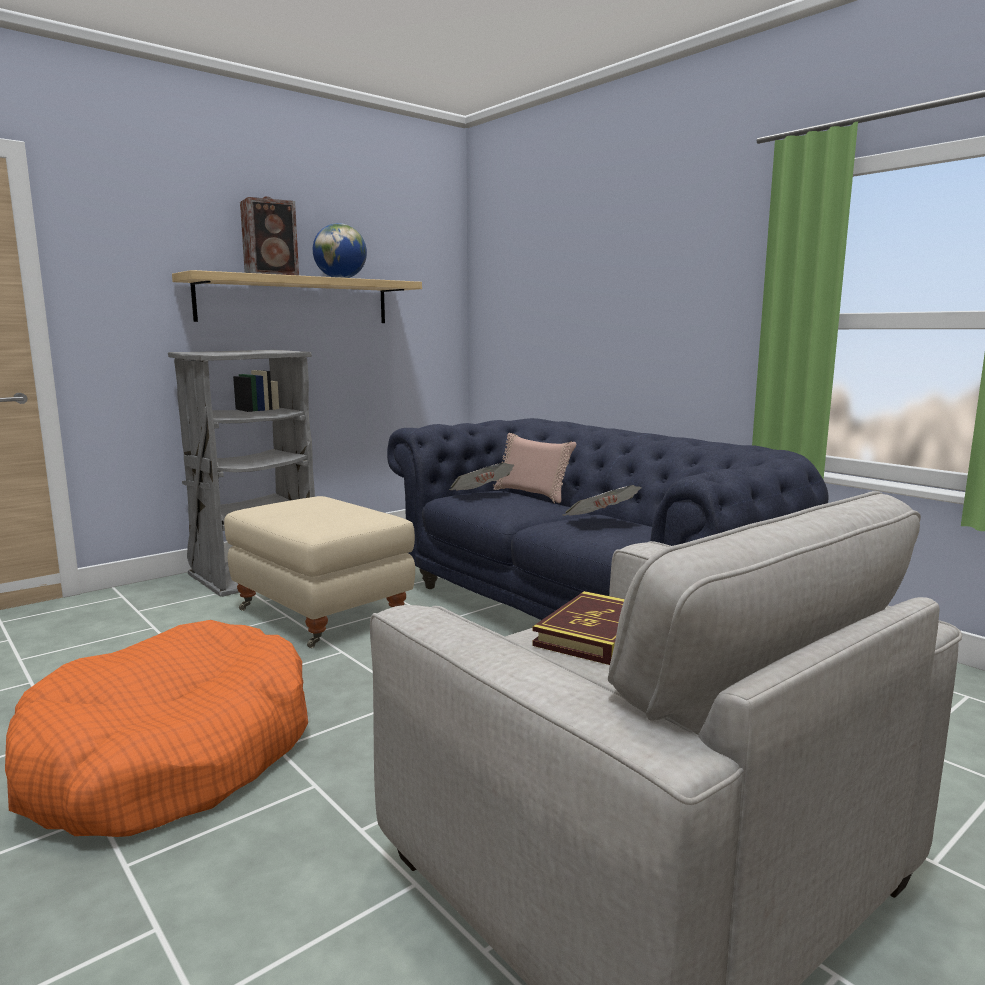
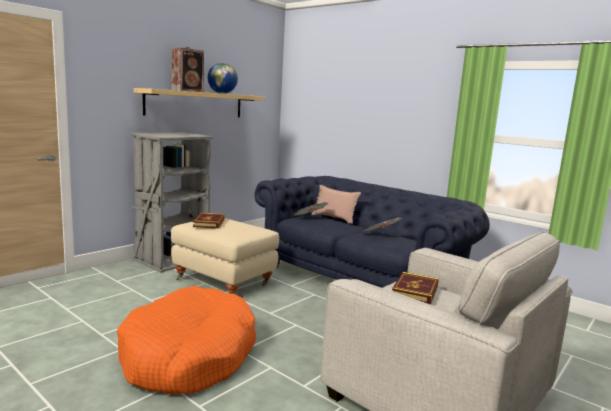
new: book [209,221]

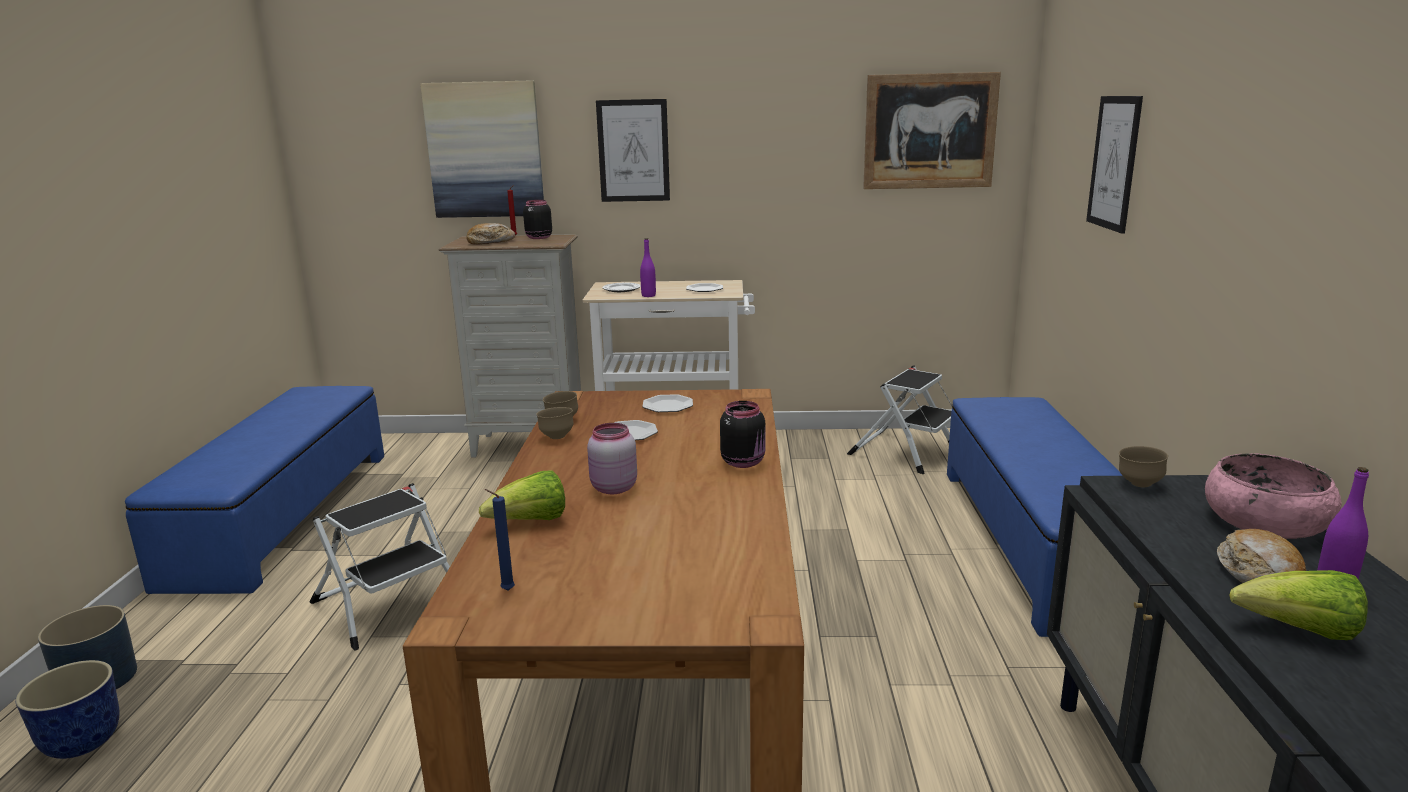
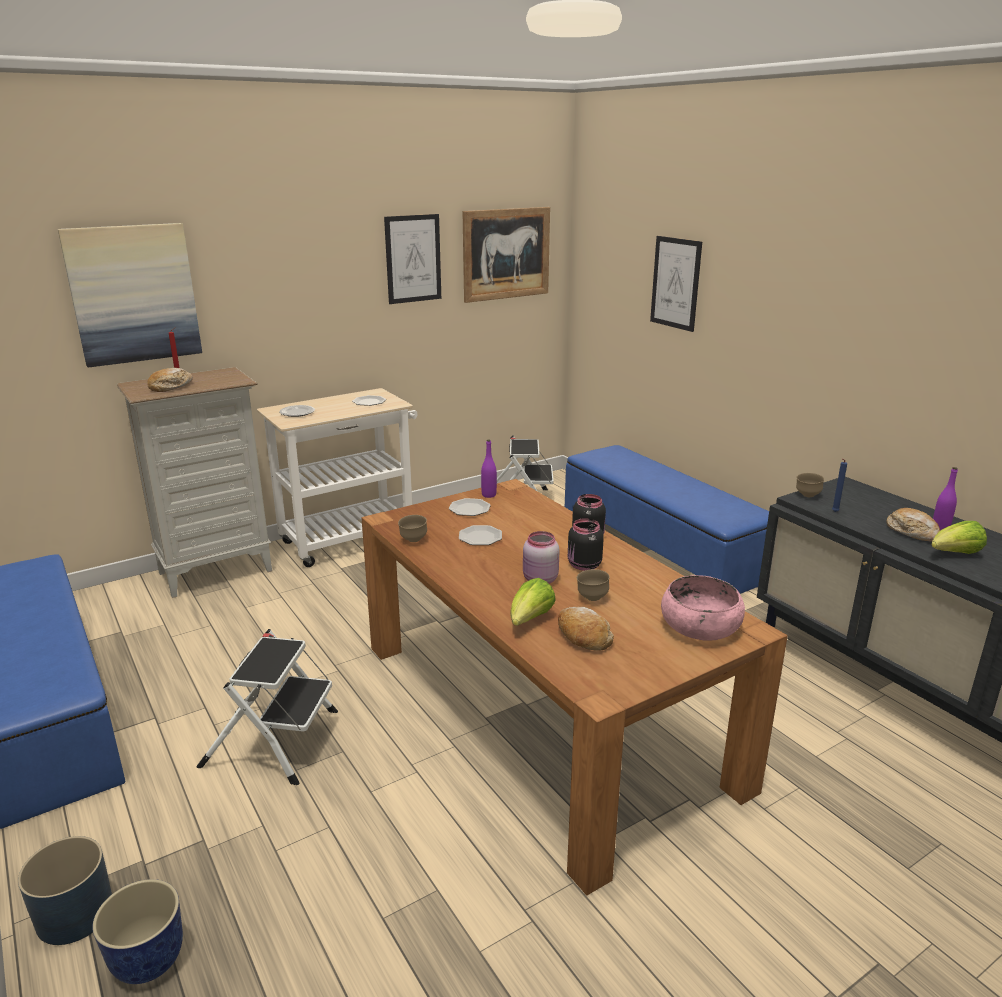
new: bread [586,629]
shifted: blue_candle [499,539] to [839,485]; black_jar [537,219] to [586,544]; brown_bowl [555,423] to [593,585]; picture [633,150] to [412,259]; purple_bottle [648,267] to [489,468]; pink_bowl [1273,496] to [703,608]

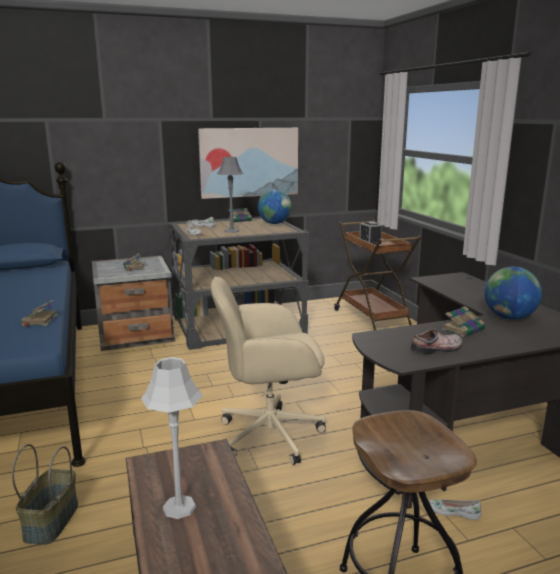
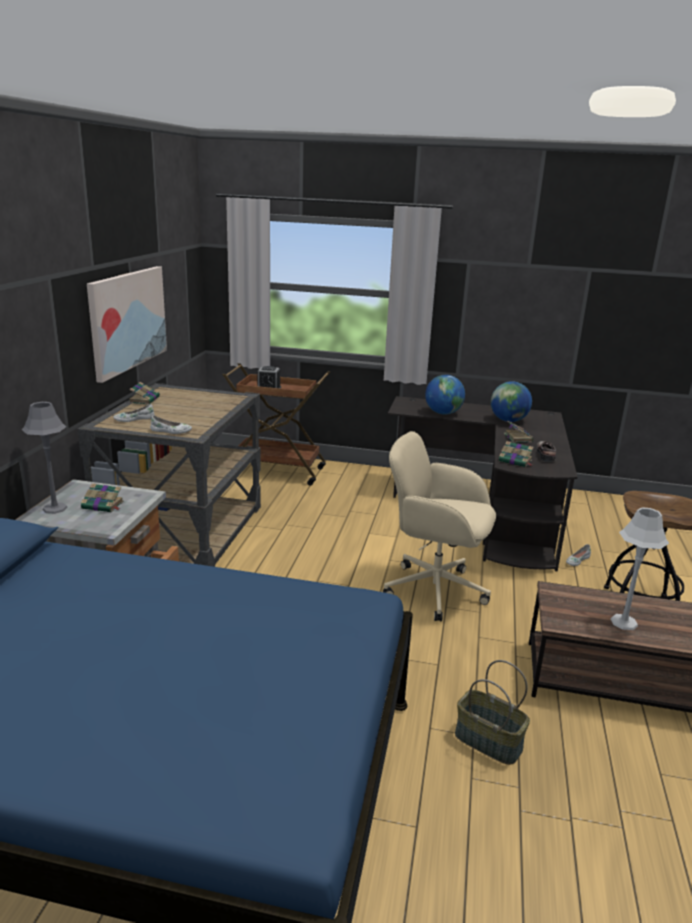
shifted: book [39,313] to [516,454]; grey_table_lamp [230,195] to [44,458]; globe [275,206] to [445,395]
rotated: beige_office_chair [268,370] = [439,526] 90 degrees clockwise

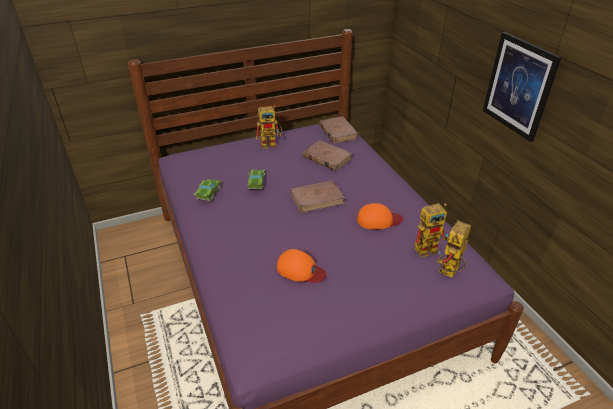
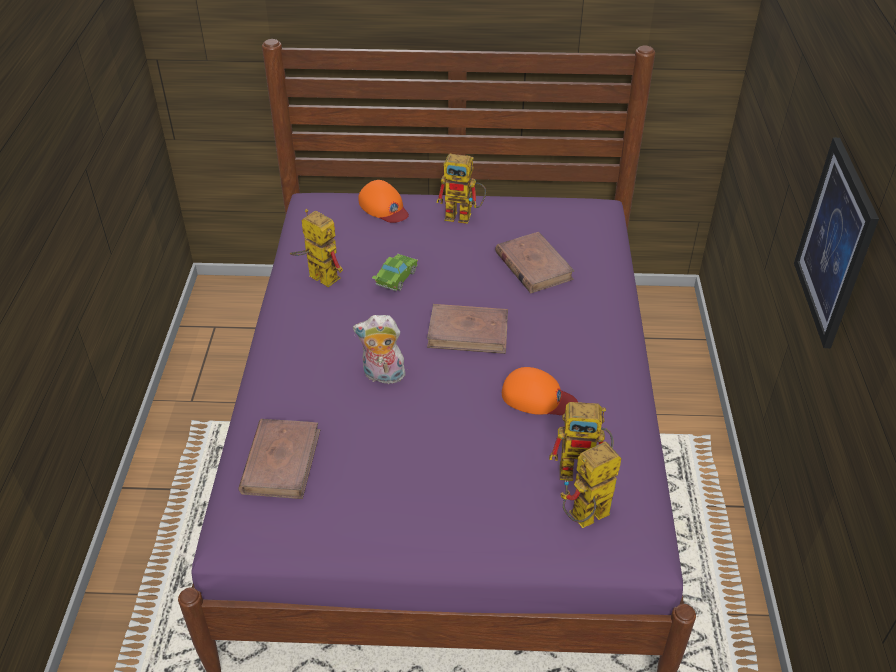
new: plush_toy [380,351]
shifted: orange_cap [301,266] to [383,201]; brown_book [338,130] to [279,459]
swapped: green_toy_car [207,190] to toy_robot [316,248]

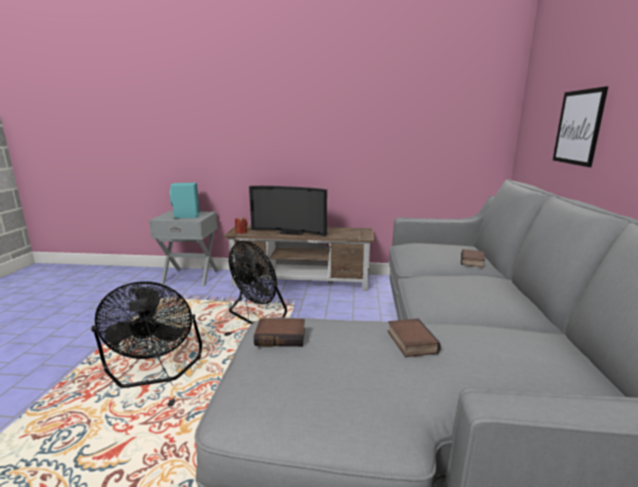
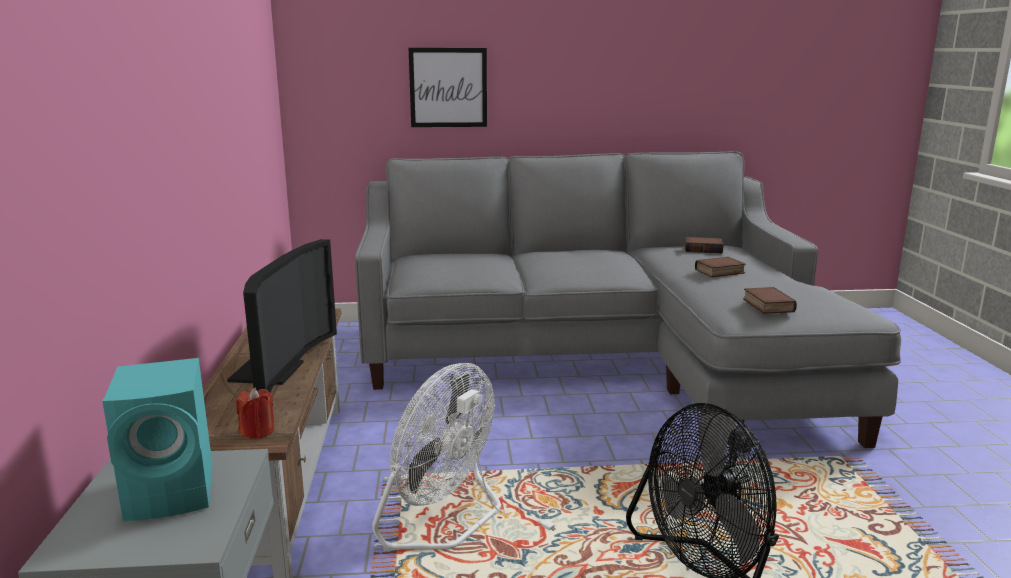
shifted: book [473,258] to [704,245]
repainted: black_fan [255,288] to white_fan [464,457]

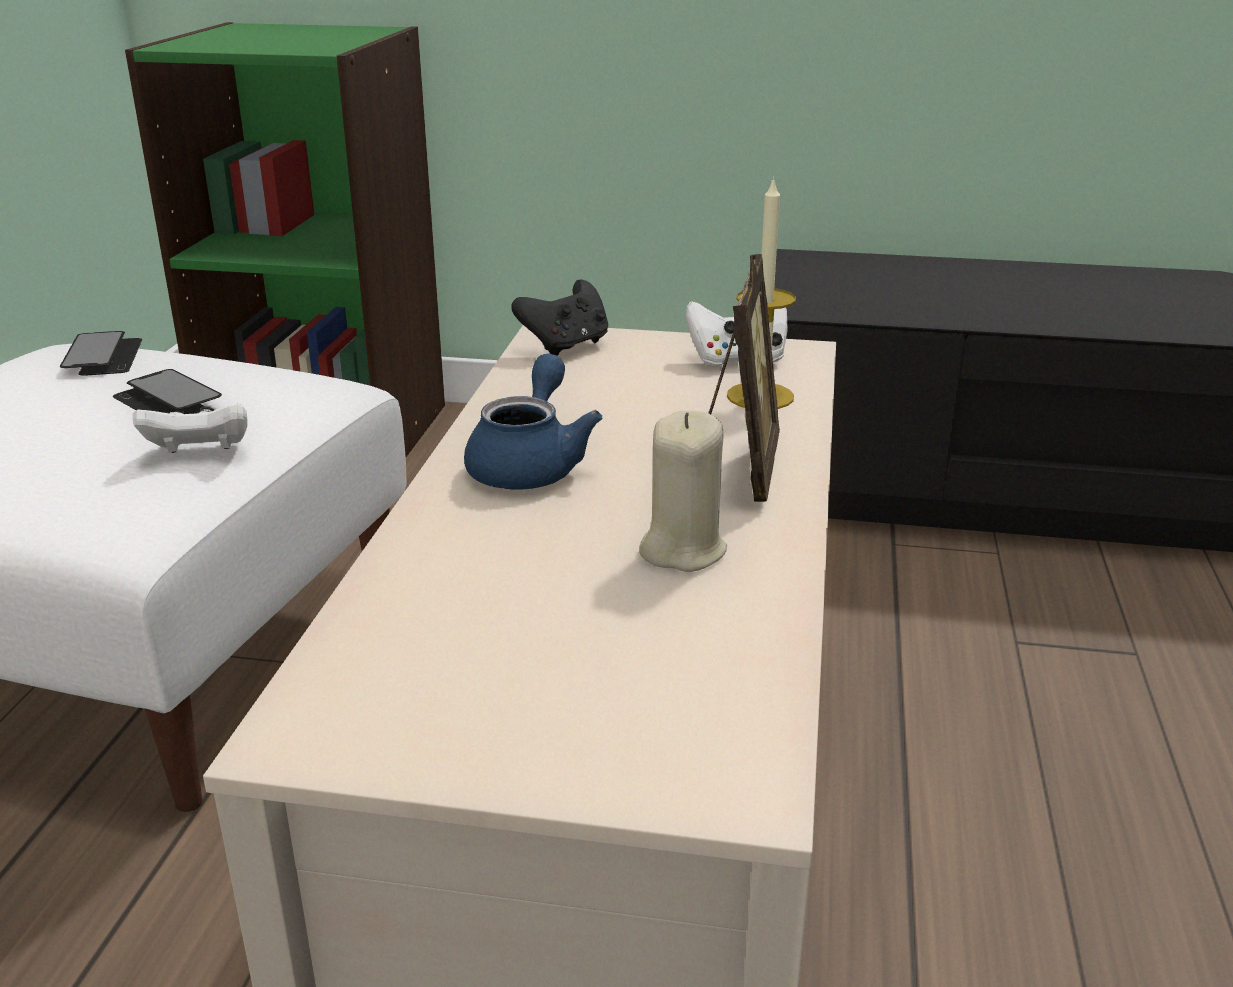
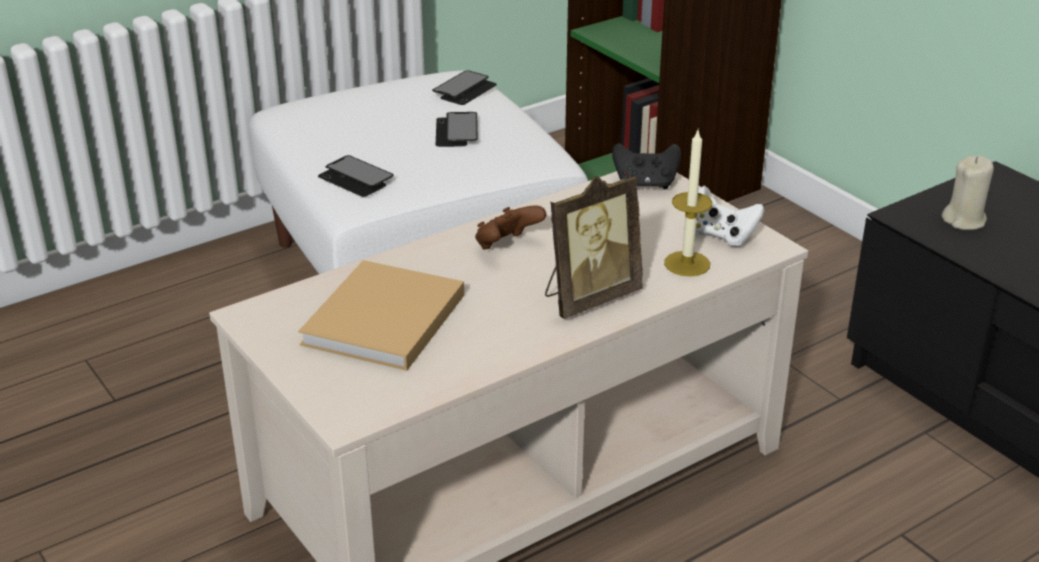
gone: white_game_controller [190,428]
new: beige_book [381,315]; phone [356,176]
shifted: beige_candle [683,491] to [967,193]
swapped: blue_teapot [533,421] to brown_game_controller [510,227]

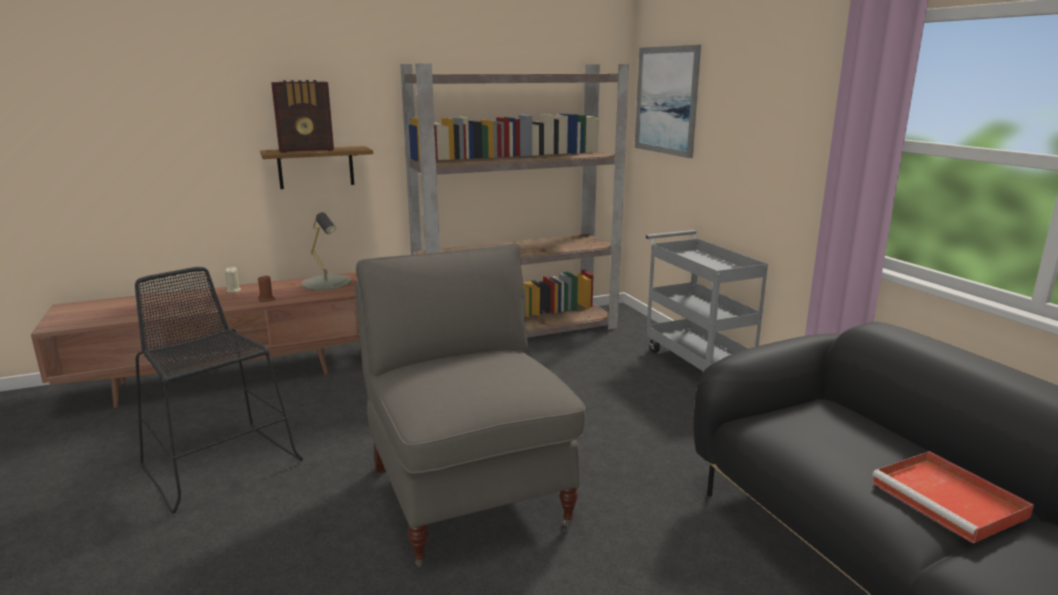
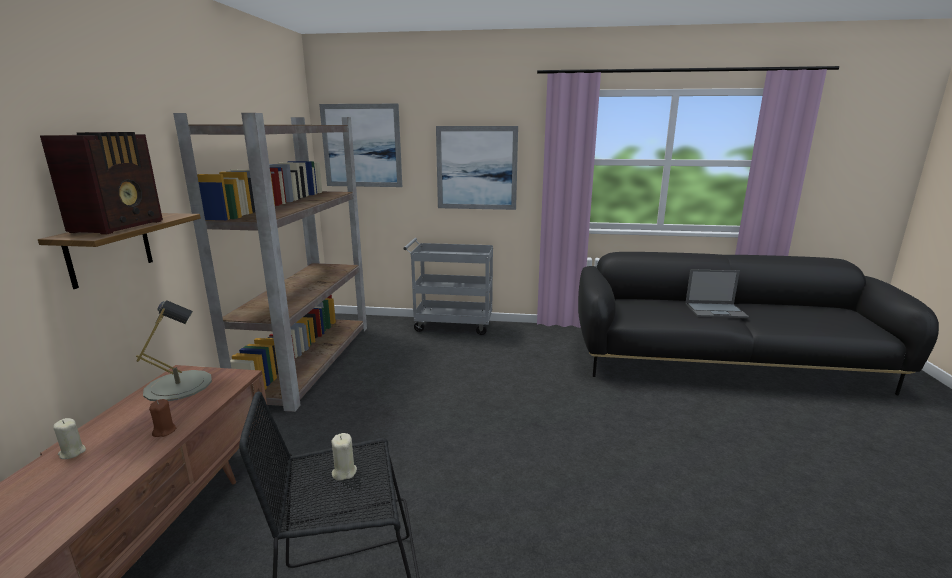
gone: grey_armchair [470,405]
new: beige_candle [344,457]; picture [477,168]
swapped: red_tray [953,497] to laptop [717,293]

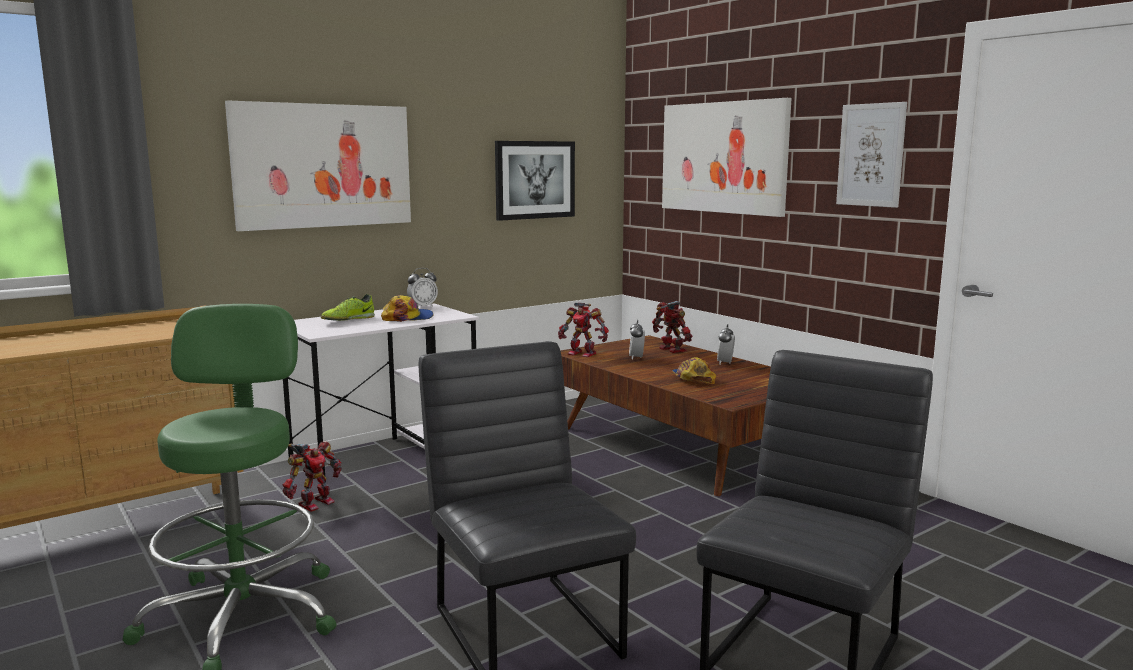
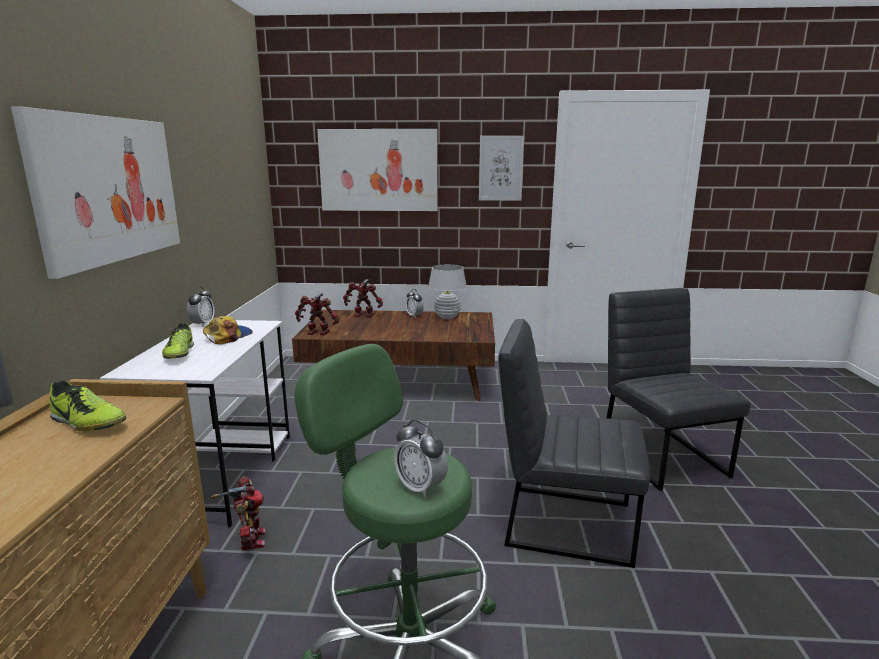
gone: picture [535,181]; cap [694,370]
new: shoe [88,405]; white_table_lamp [447,292]
shifted: alarm_clock [637,340] to [421,459]
rotated: toy_robot [583,330] = [317,314] 150 degrees counterclockwise

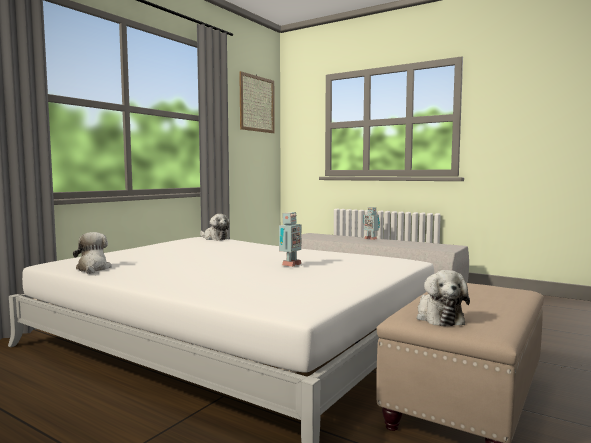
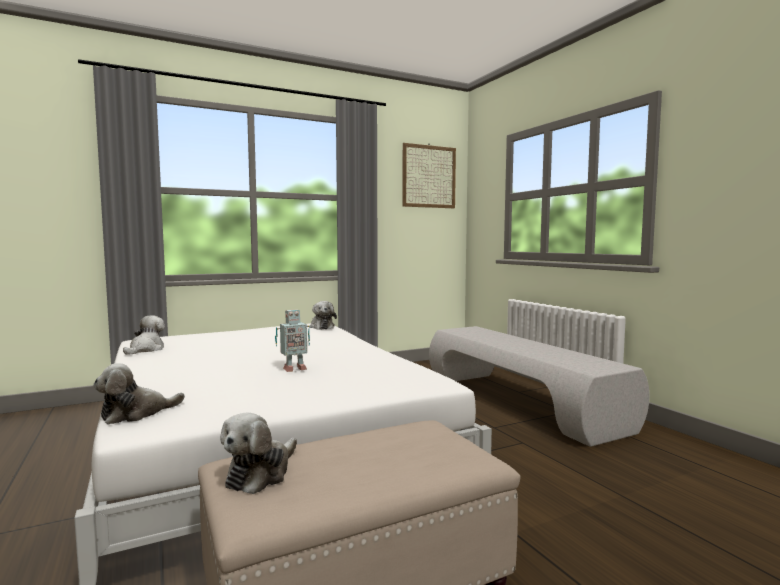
gone: toy_robot [371,223]
new: plush_toy [139,393]

